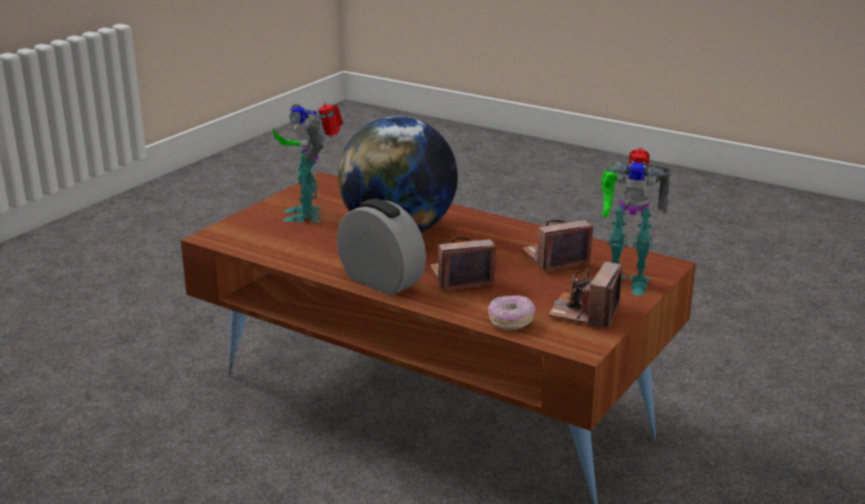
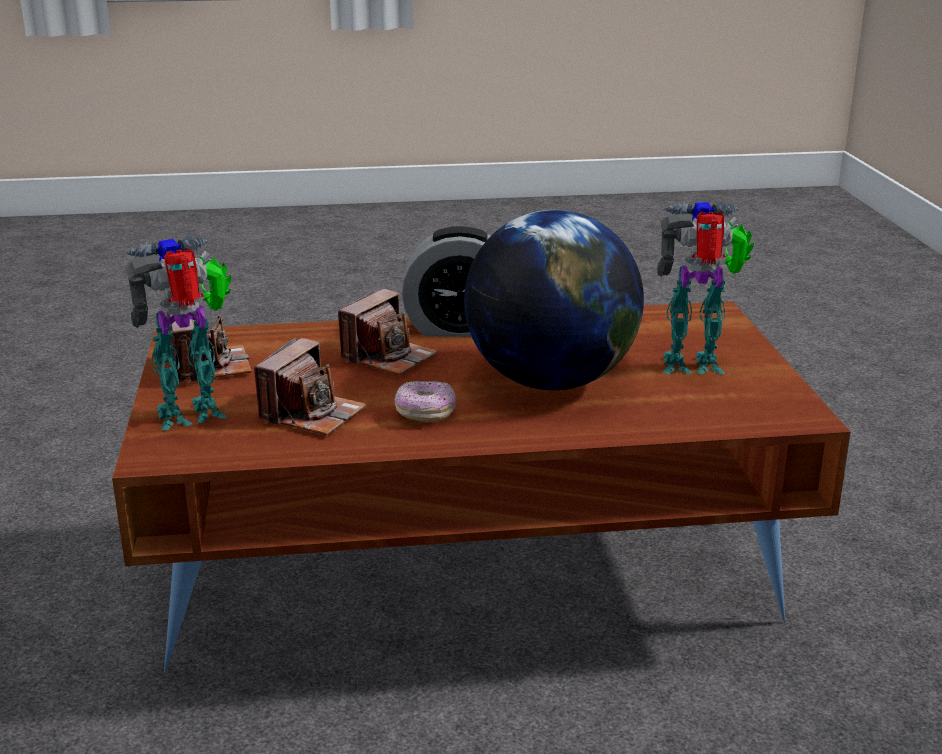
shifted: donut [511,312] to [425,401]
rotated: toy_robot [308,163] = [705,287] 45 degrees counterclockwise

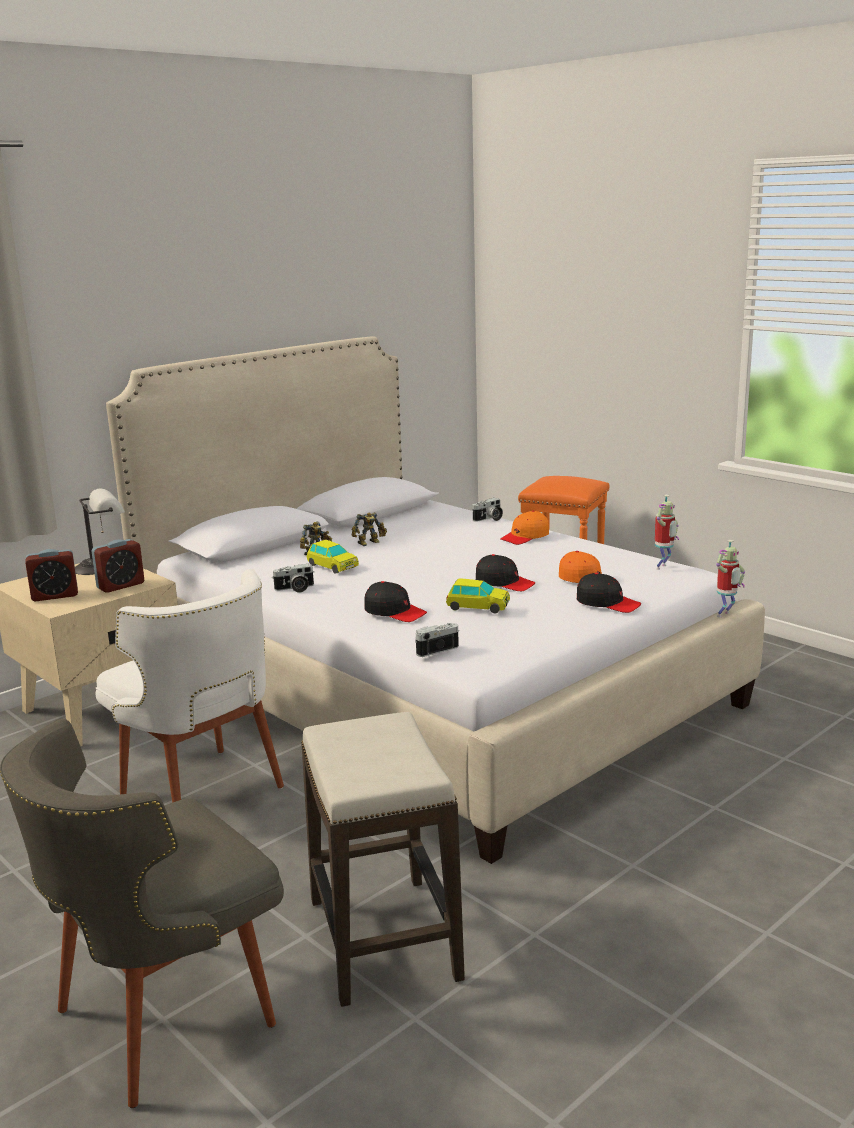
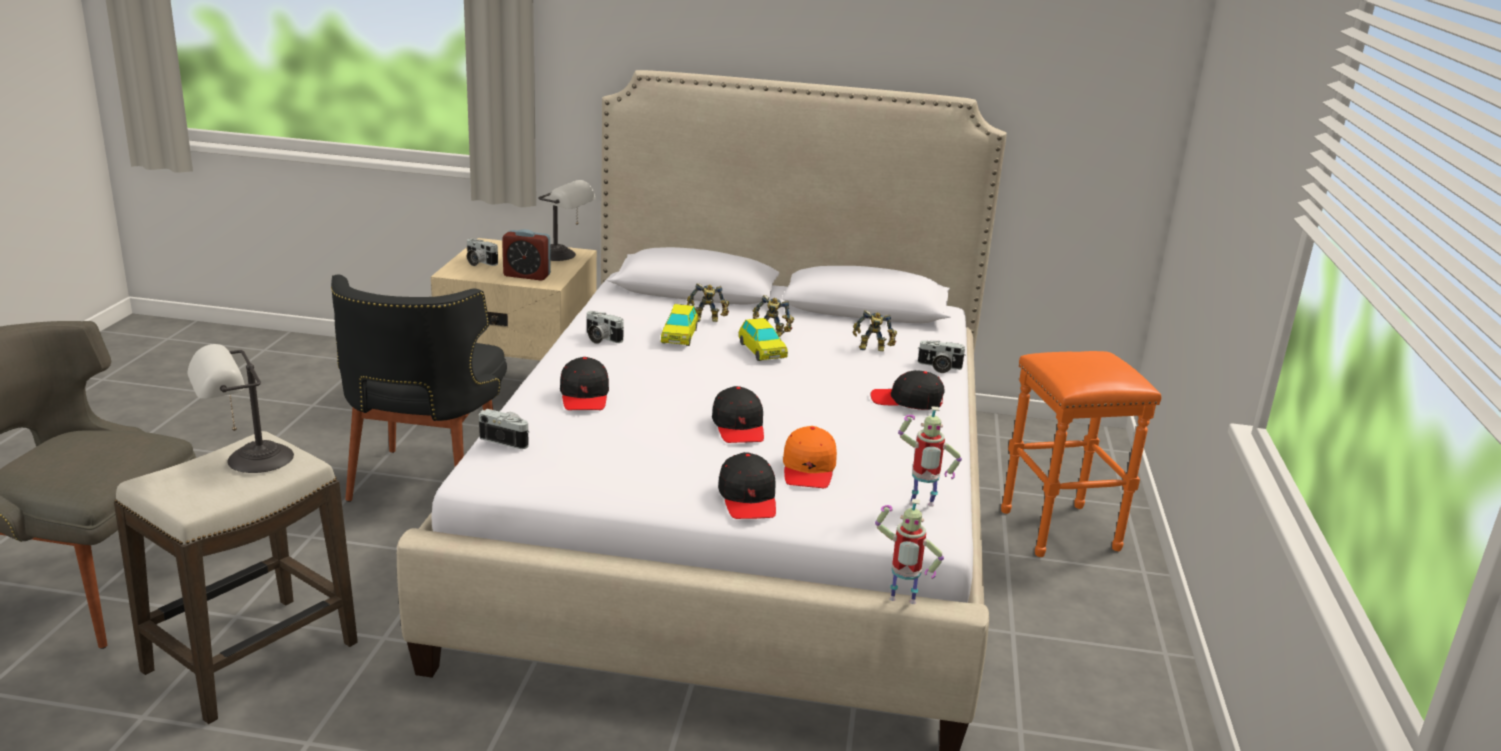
new: table_lamp [240,408]; toy_robot [875,330]
shifted: toy_car [478,595] to [763,339]
swapped: alarm_clock [51,575] to photo_camera [482,252]
repainted: white_chair [189,686] to black_chair [419,388]; orange_cap [524,528] to black_cap [907,390]

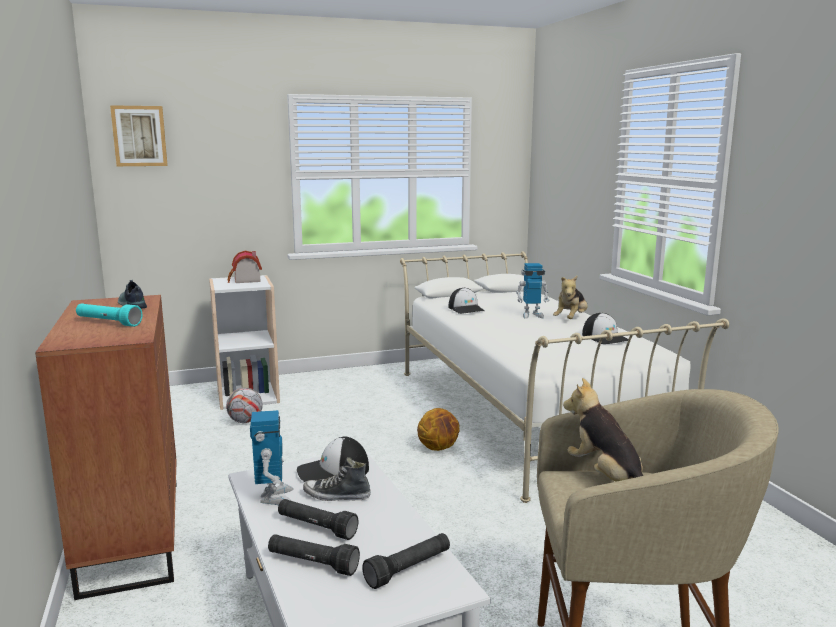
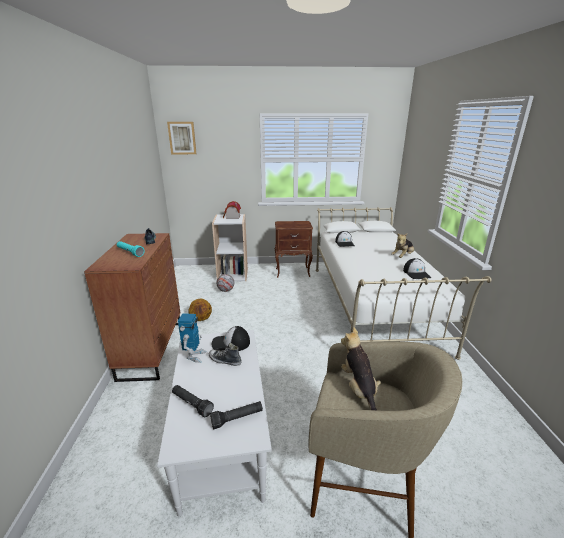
gone: black_flashlight [318,519]; toy_robot [532,291]
new: brown_nightstand [294,249]
shifted: basketball [438,429] to [200,310]

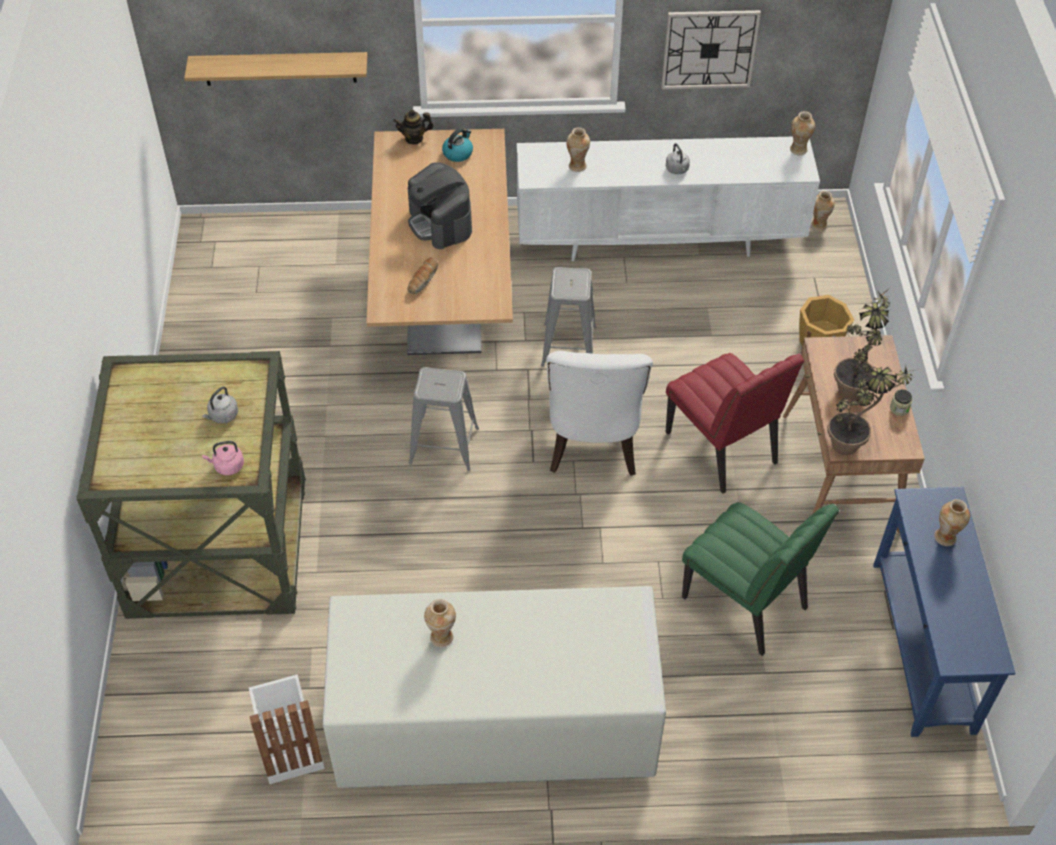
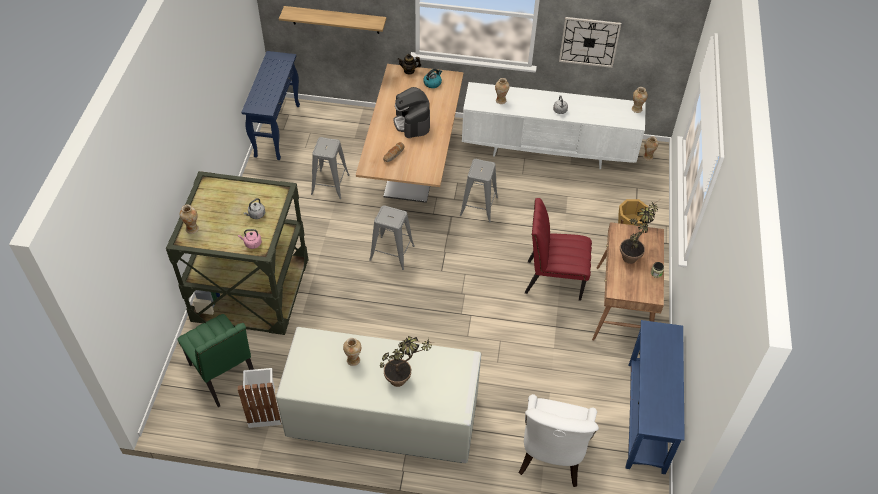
new: blue_console_table [271,105]; grey_stool [330,168]
shifted: white_chair [599,413] to [559,440]; green_chair [760,579] to [215,360]; potted_plant [873,410] to [407,361]; vase [952,522] to [189,219]
rotated: red_chair [735,423] = [558,249] 120 degrees clockwise

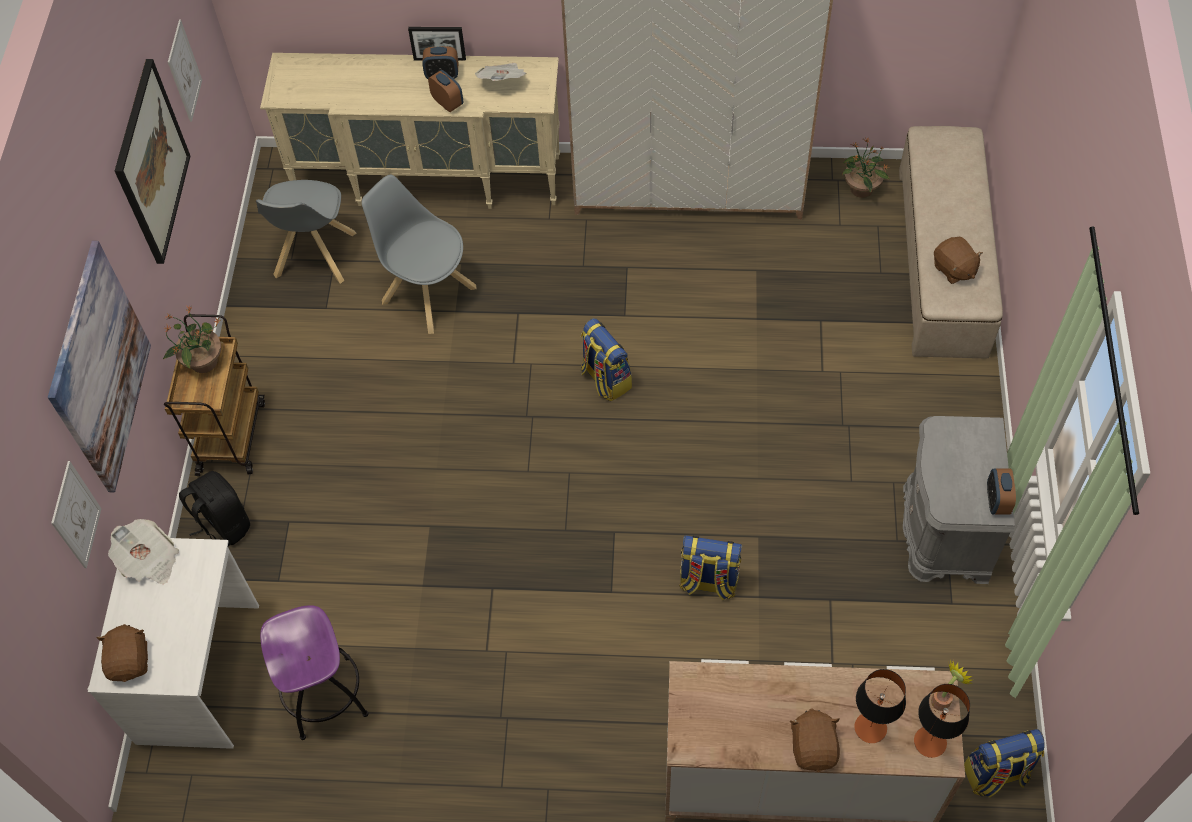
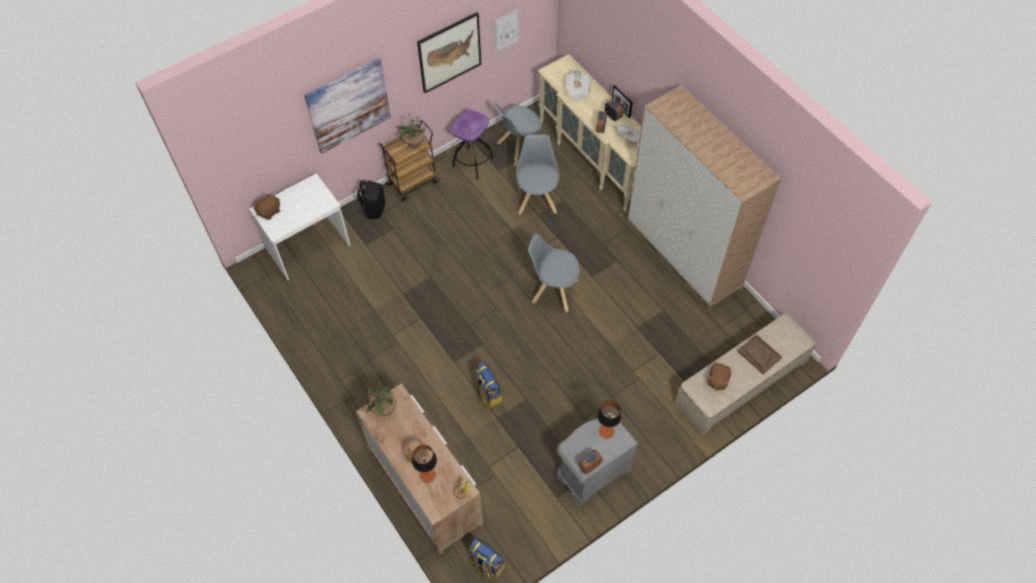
gone: picture [76,514]; brown_plush_toy [815,740]
new: brown_tray [759,354]
shifted: newspaper [143,551] to [578,86]; purple_stool [314,672] to [472,144]; potted_plant [866,167] to [381,398]; table_lamp [942,721] to [609,420]
swapped: backpack [606,359] to grey_chair [553,273]

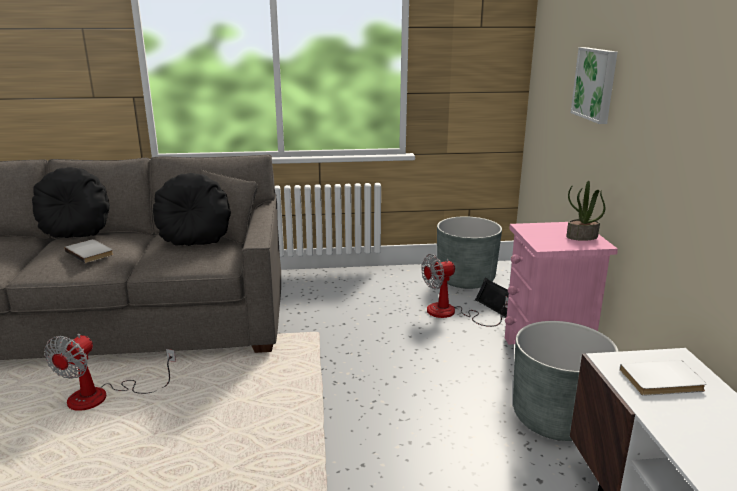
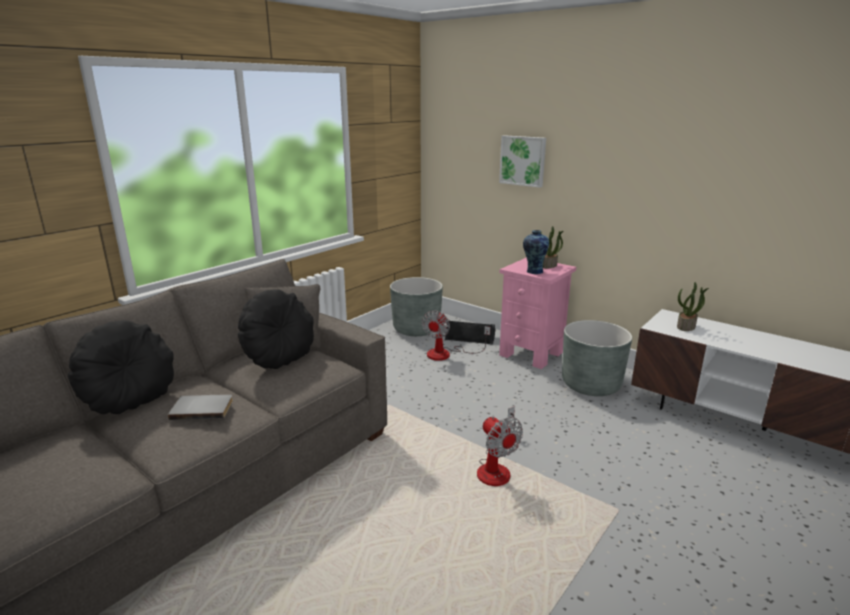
new: vase [536,252]
shifted: fan [110,372] to [500,446]
swapped: white_book [663,378] to potted_plant [693,306]

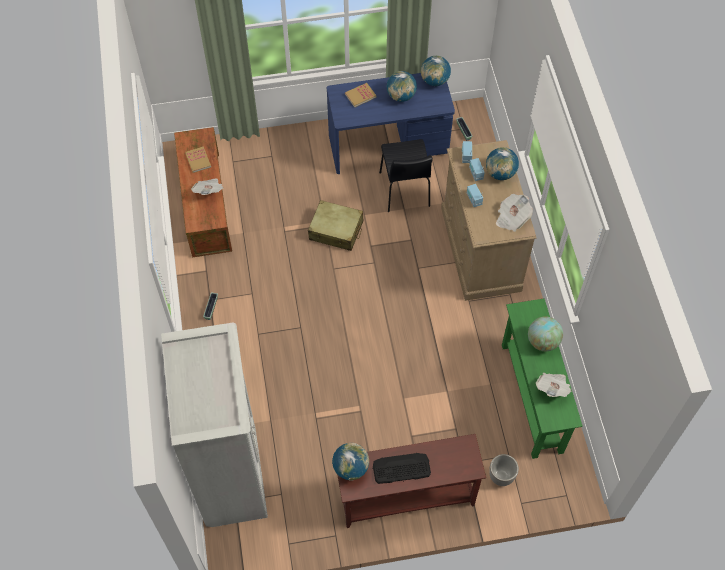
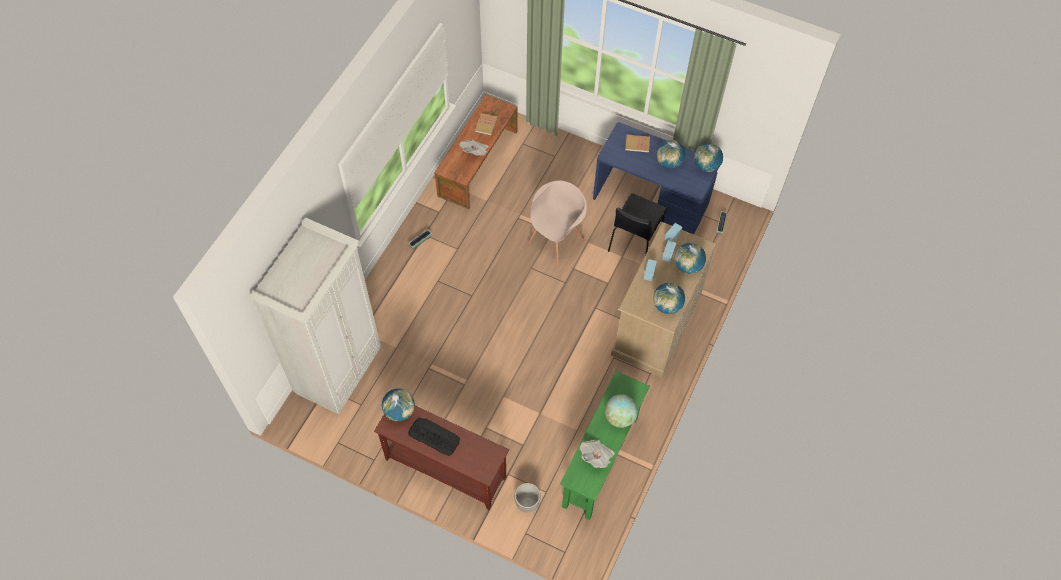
swapped: beige_suitcase [335,225] to beige_chair [557,222]; newspaper [514,213] to globe [669,298]

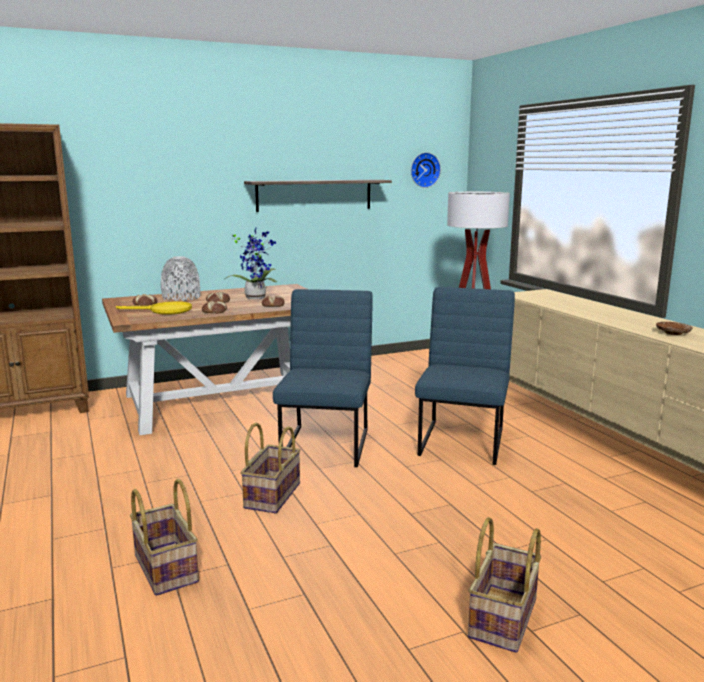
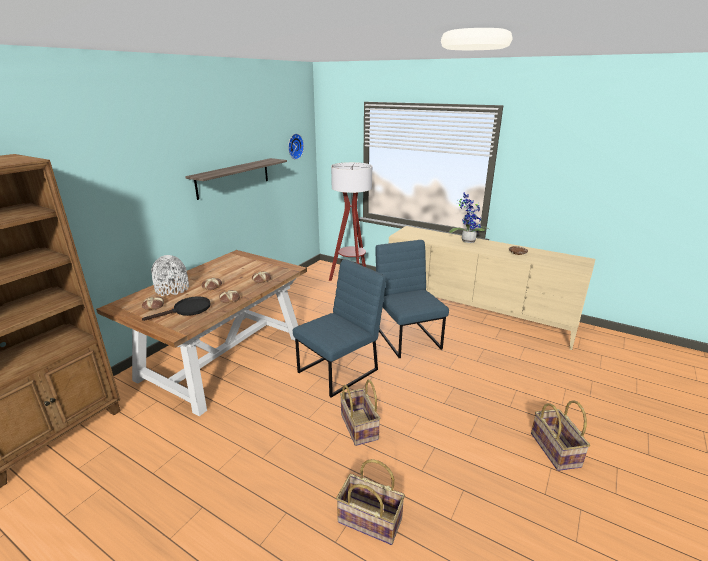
shifted: potted_plant [251,263] to [469,217]
repainted: yellow_frying_pan [154,308] to black_frying_pan [176,308]
rotated: blue_chair [323,378] = [339,328] 75 degrees clockwise

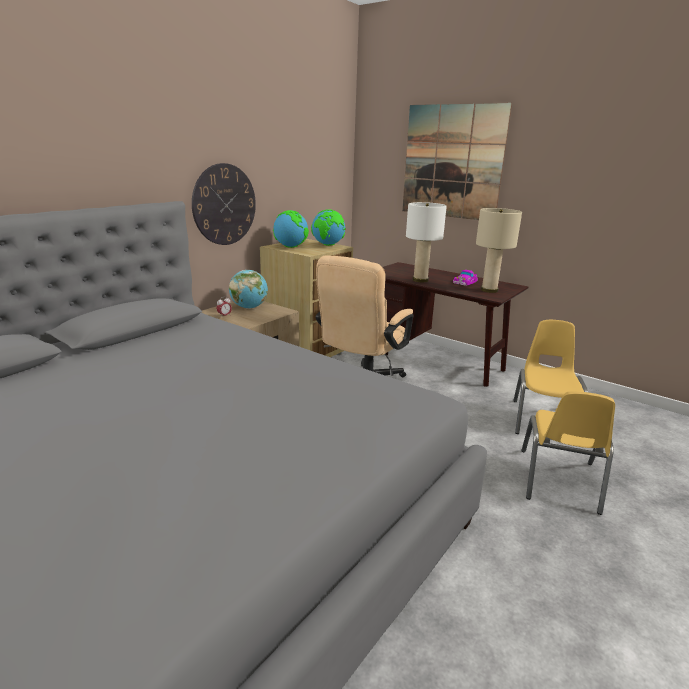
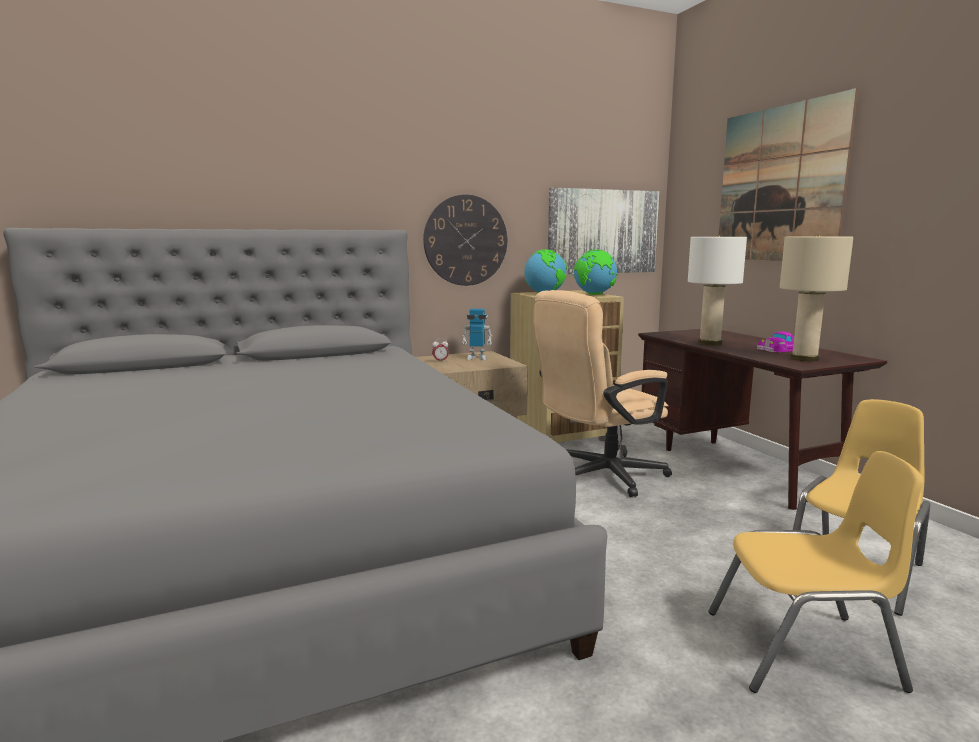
new: picture [603,230]
swapped: globe [248,289] to toy_robot [477,334]
rotated: yellow_chair [568,453] = [816,572] 135 degrees counterclockwise

